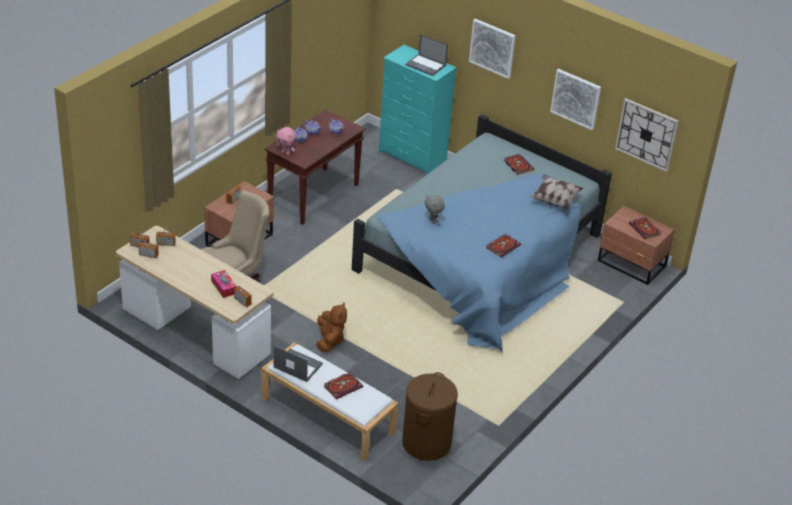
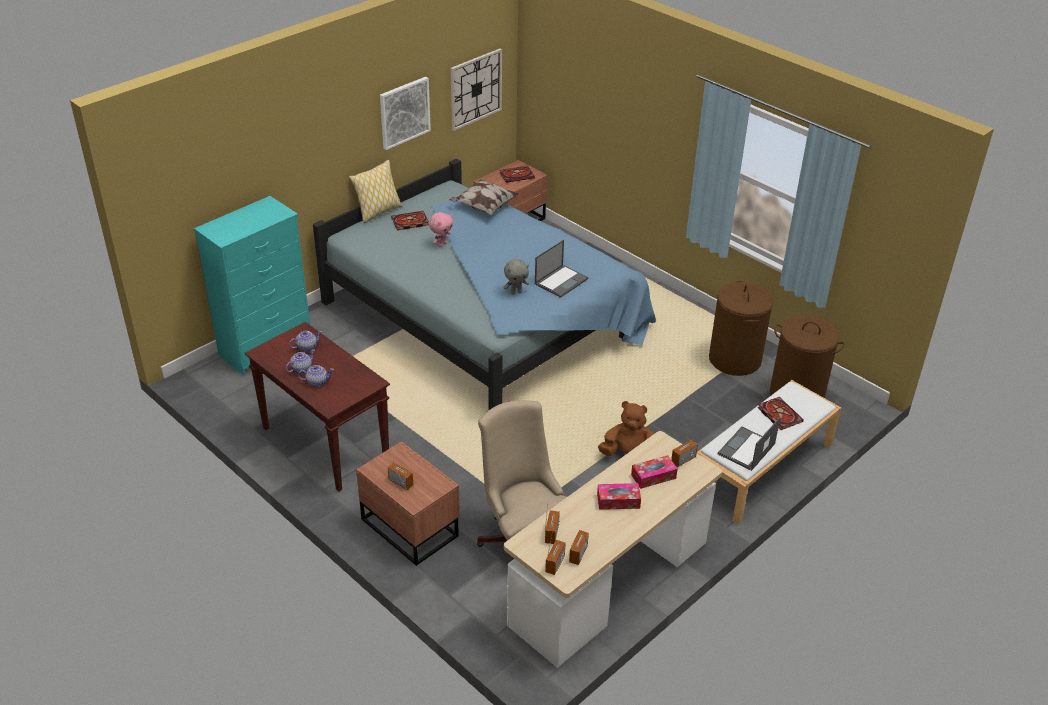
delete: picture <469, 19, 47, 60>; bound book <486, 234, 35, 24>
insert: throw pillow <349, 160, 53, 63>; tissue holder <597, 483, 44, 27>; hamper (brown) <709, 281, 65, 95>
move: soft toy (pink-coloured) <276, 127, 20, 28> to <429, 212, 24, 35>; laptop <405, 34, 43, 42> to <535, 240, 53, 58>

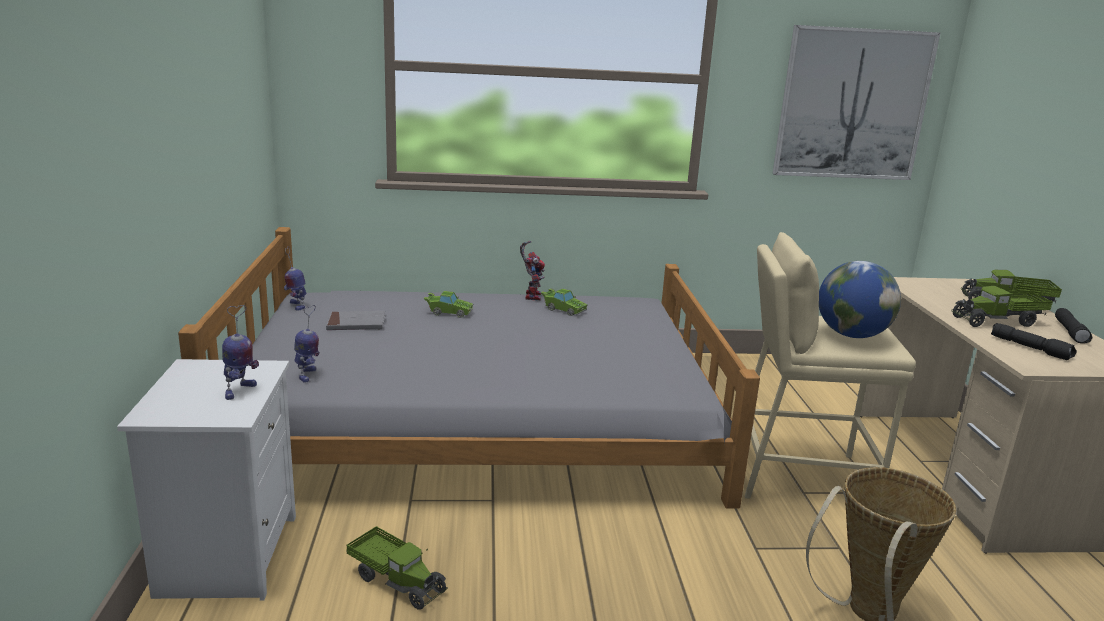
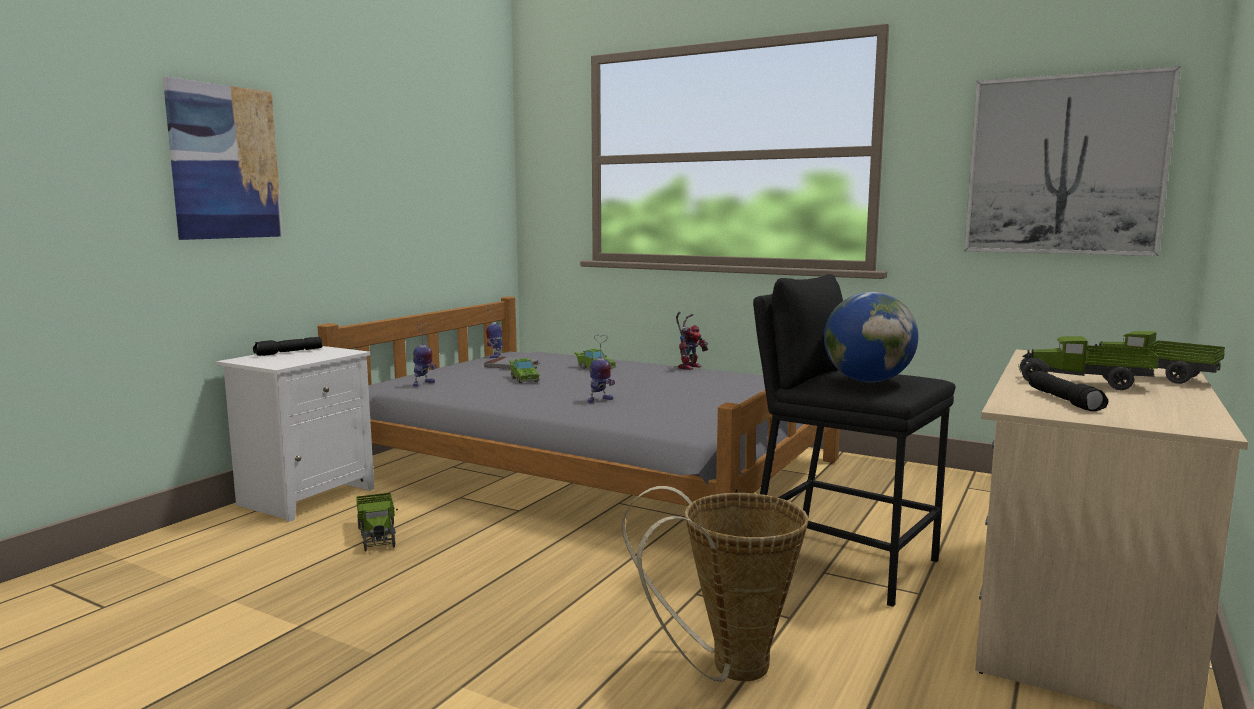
insert: picture <163, 77, 120, 163>
move: torch (black-coloured) <1055, 308, 37, 35> to <253, 337, 69, 19>; toy car (green-coloured) <541, 288, 47, 28> to <509, 358, 30, 25>; model robot <222, 305, 37, 95> to <587, 335, 28, 68>
recolor: sitting stool (beige-coloured) <745, 232, 171, 267> to sitting stool (black-coloured) <753, 274, 203, 333>

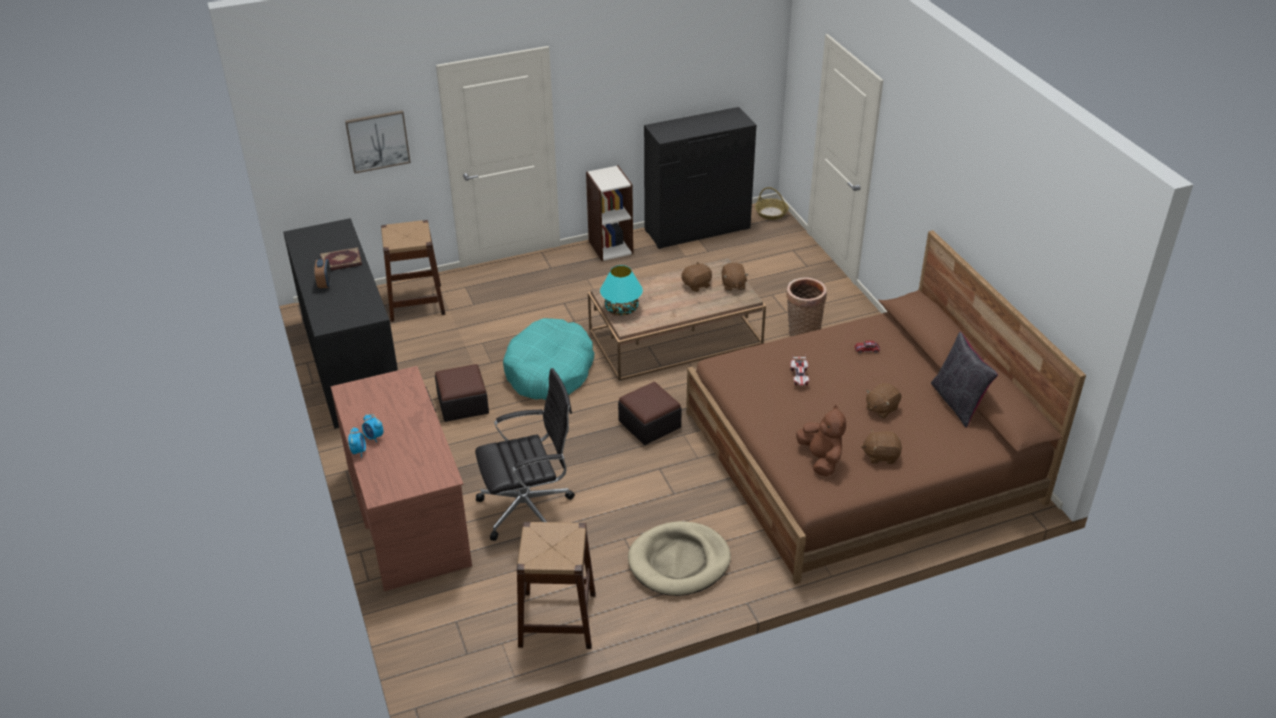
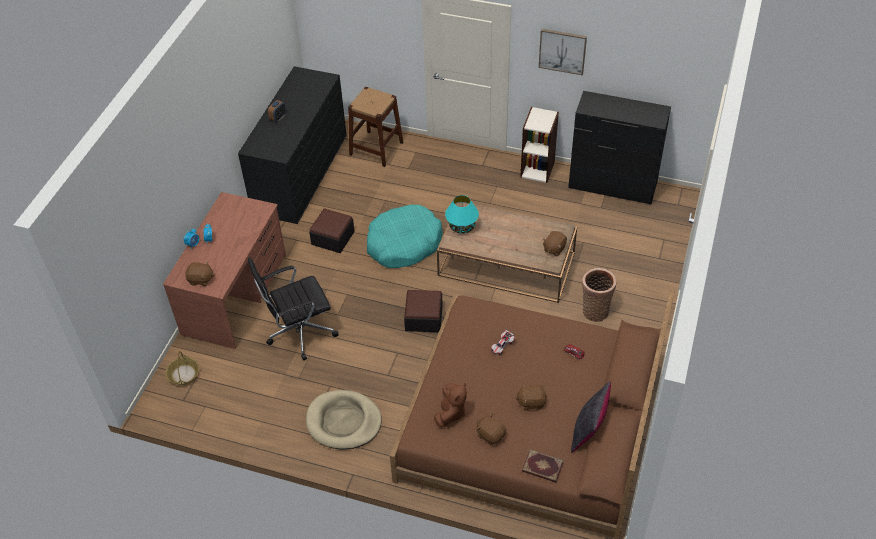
delete: sitting stool (brown) <517, 522, 79, 127>
move: household basket <755, 187, 34, 33> to <165, 351, 34, 34>; soft toy (brown) <681, 261, 31, 31> to <185, 262, 30, 24>; bound book <320, 247, 42, 23> to <522, 449, 42, 34>; picture <345, 110, 66, 64> to <539, 29, 48, 46>
rotate: computer chair (black-coloured) <475, 368, 100, 173> = <248, 257, 90, 103> 135 degrees clockwise

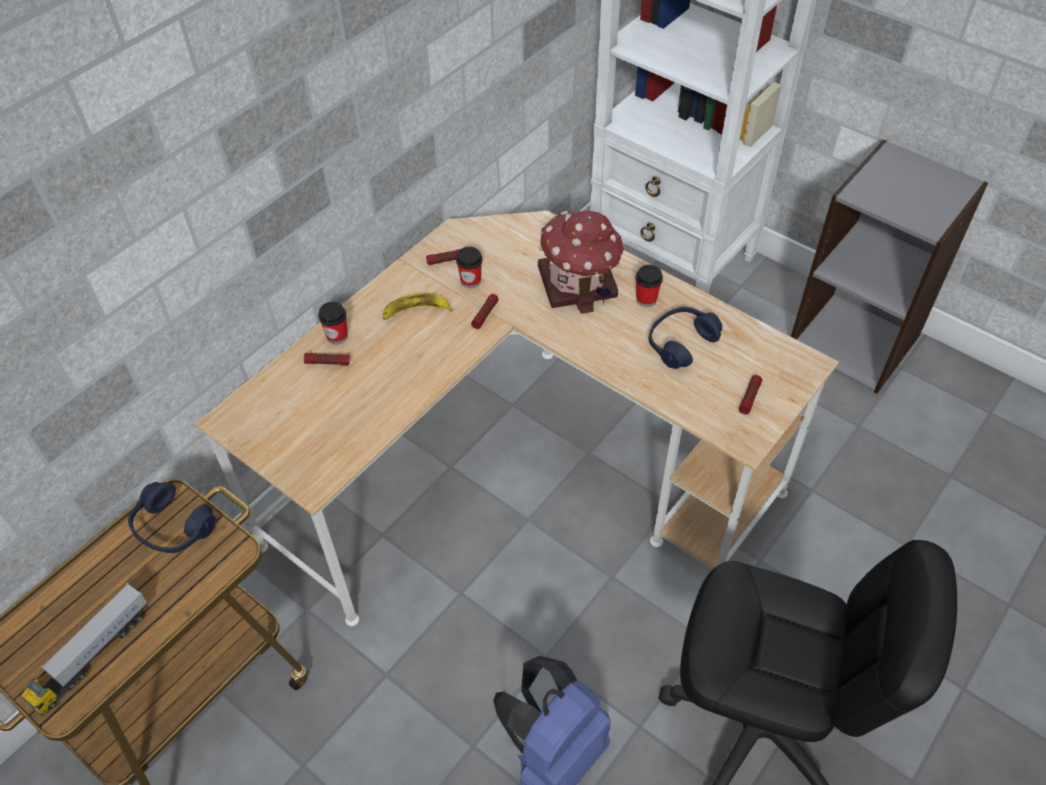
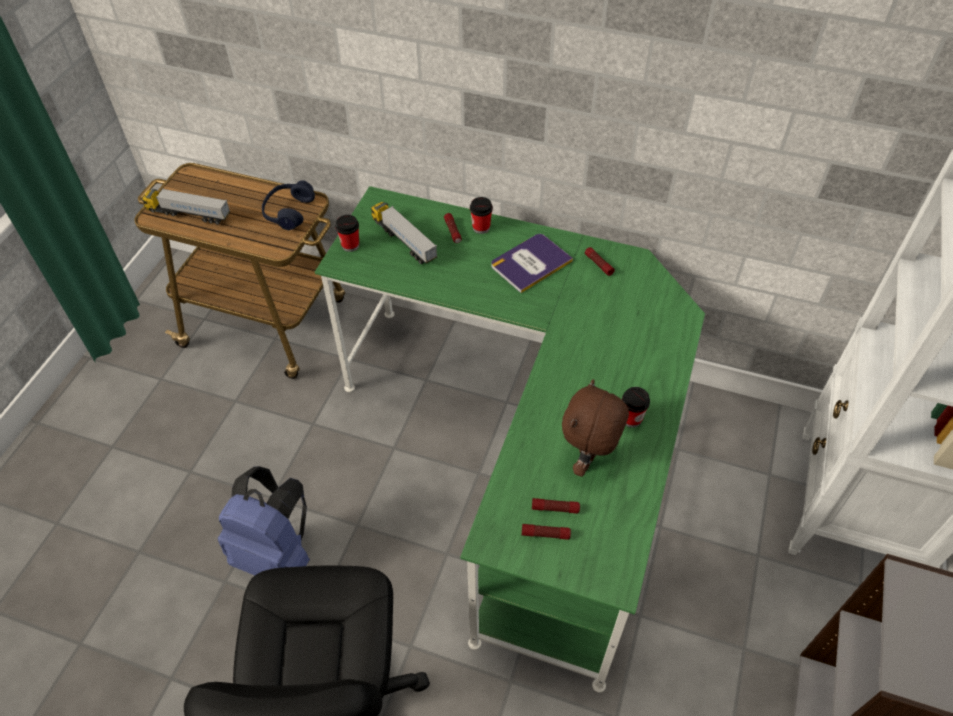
delete: toy house <538, 210, 86, 104>
insert: toy truck <371, 202, 66, 62>
move: small cup <456, 247, 26, 41> to <335, 215, 24, 37>; torch <471, 294, 28, 35> to <532, 498, 48, 16>
replace: banana fruit <383, 293, 70, 27> to bound book <491, 234, 82, 59>; headphones (bluish) <649, 307, 73, 62> to soft toy (brown) <562, 379, 67, 98>
recolor: desk table (beige-coloured) <195, 211, 644, 415> to desk table (green-coloured) <315, 186, 390, 507>

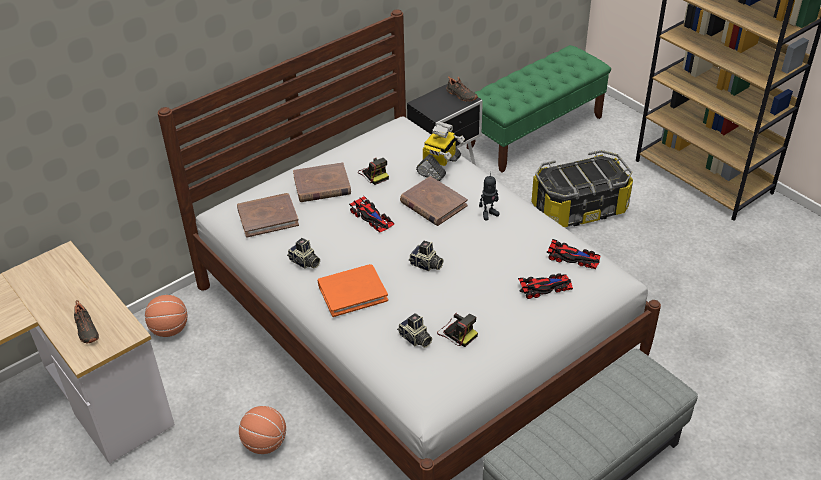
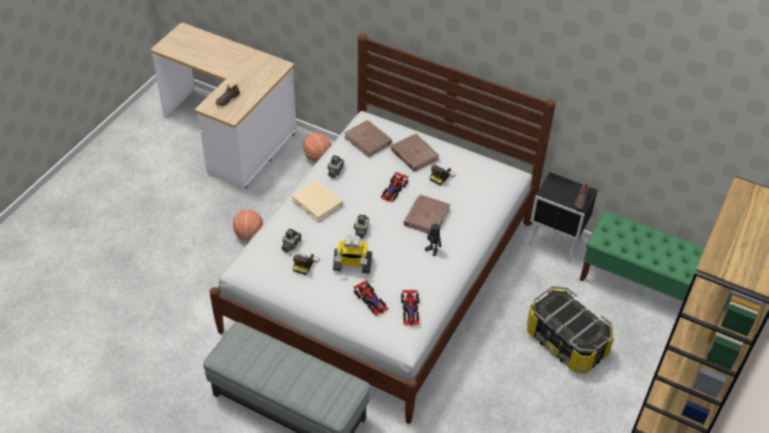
move: model robot <416, 122, 49, 59> to <333, 235, 39, 39>
recolor: bound book (orange) <318, 264, 70, 53> to bound book (beige-coloured) <292, 180, 51, 42>

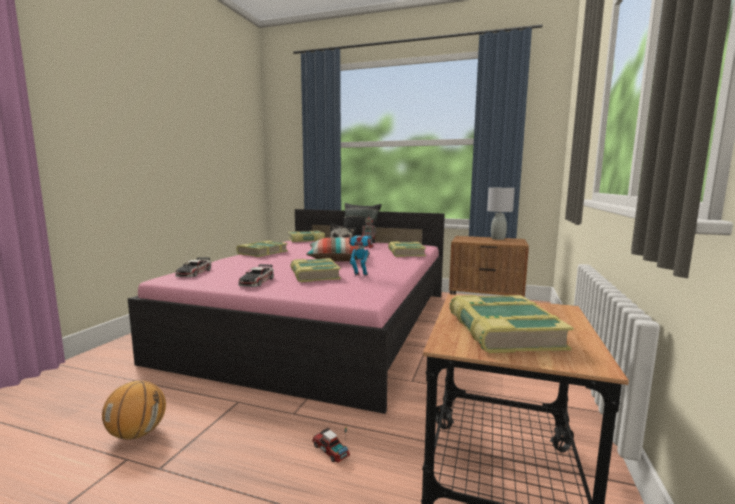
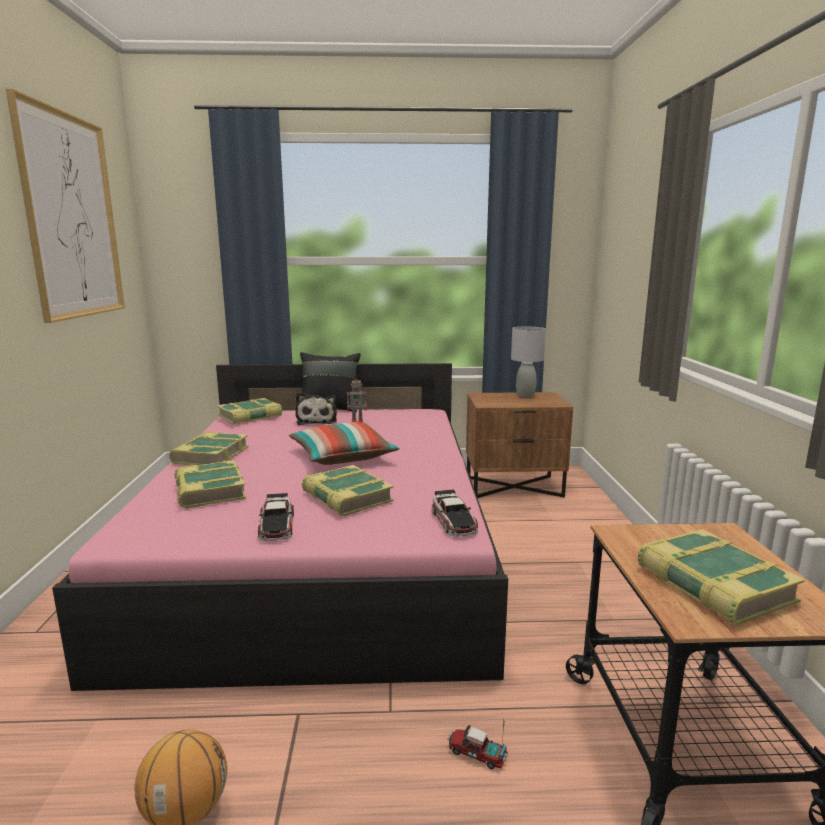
delete: model robot <349, 233, 23, 44>
insert: picture <6, 88, 119, 235>
move: bound book <388, 242, 38, 15> to <174, 460, 72, 49>; toy car <175, 257, 36, 20> to <432, 489, 46, 47>

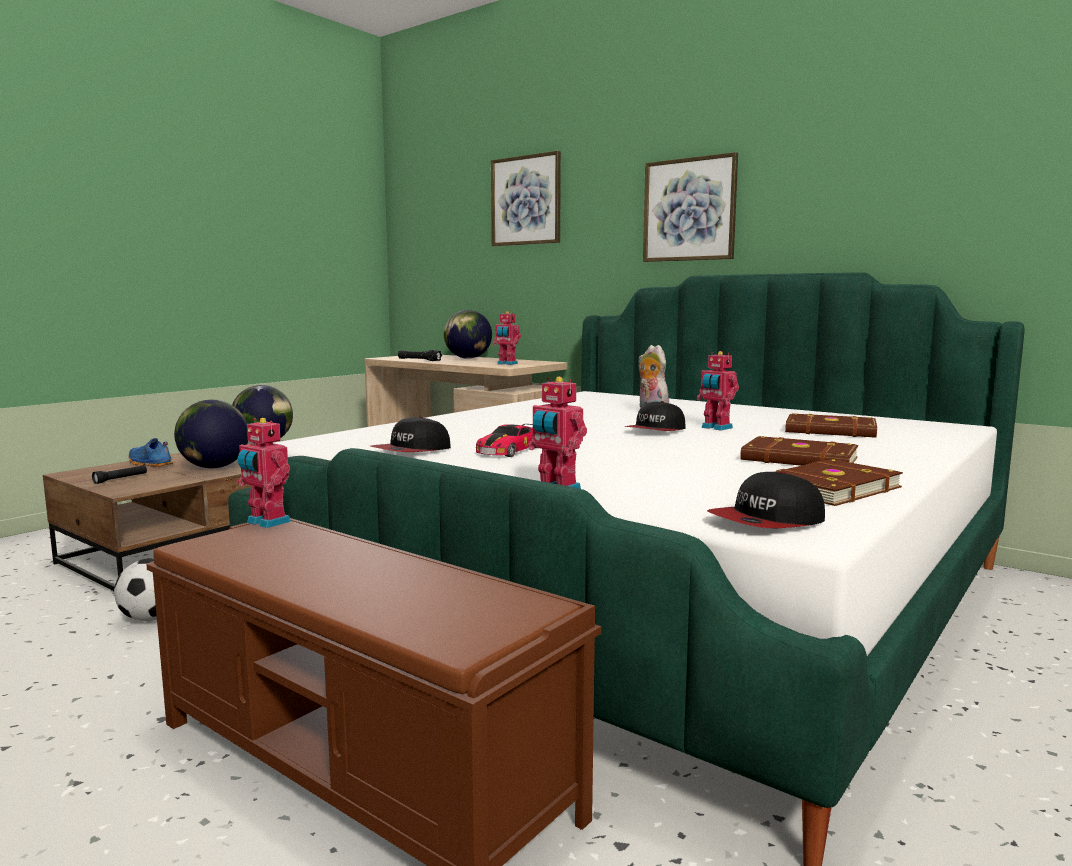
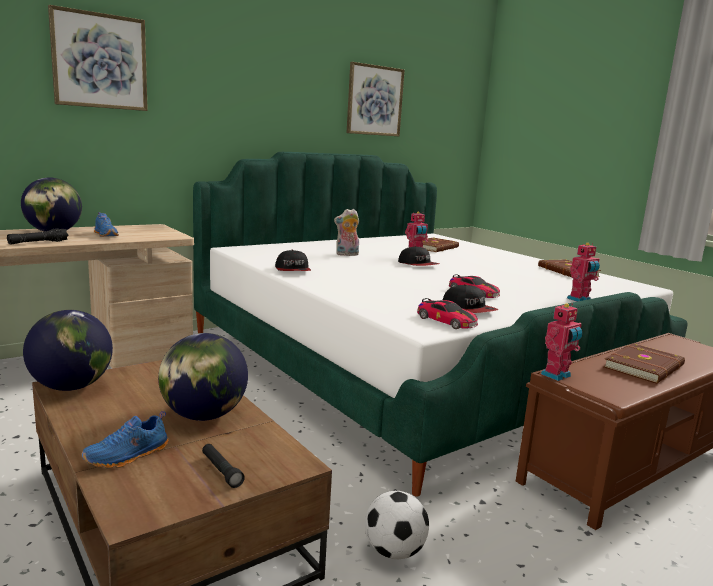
delete: model robot <493, 311, 28, 54>
insert: shoe (bluish) <94, 212, 25, 25>; toy car <417, 298, 61, 31>
move: cap <707, 472, 118, 56> to <275, 250, 36, 21>; picture <643, 152, 95, 110> to <347, 62, 58, 74>; bound book (brown) <740, 436, 118, 30> to <604, 343, 81, 41>

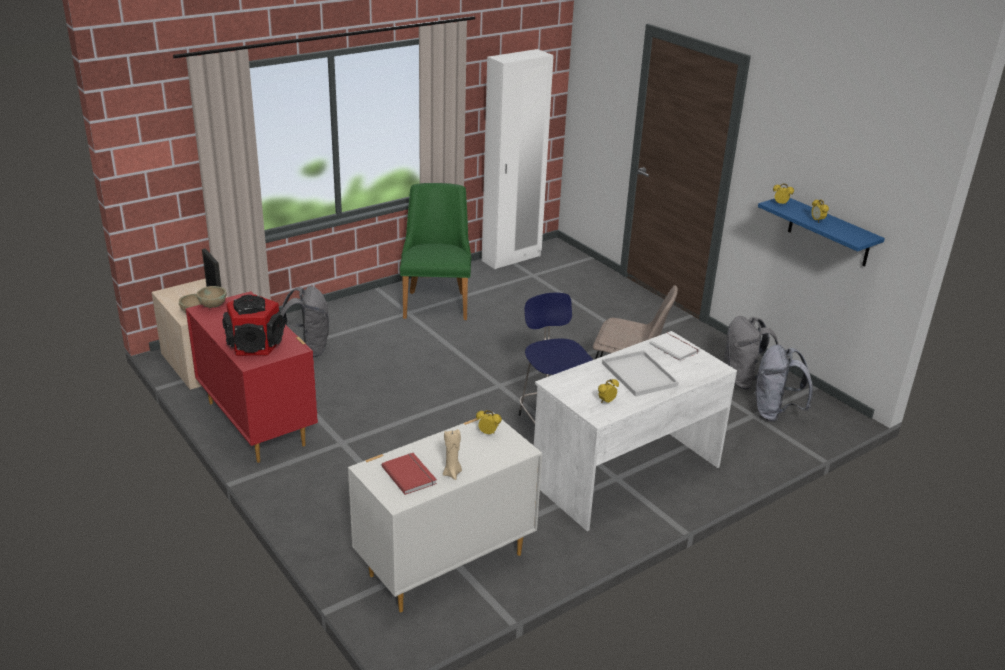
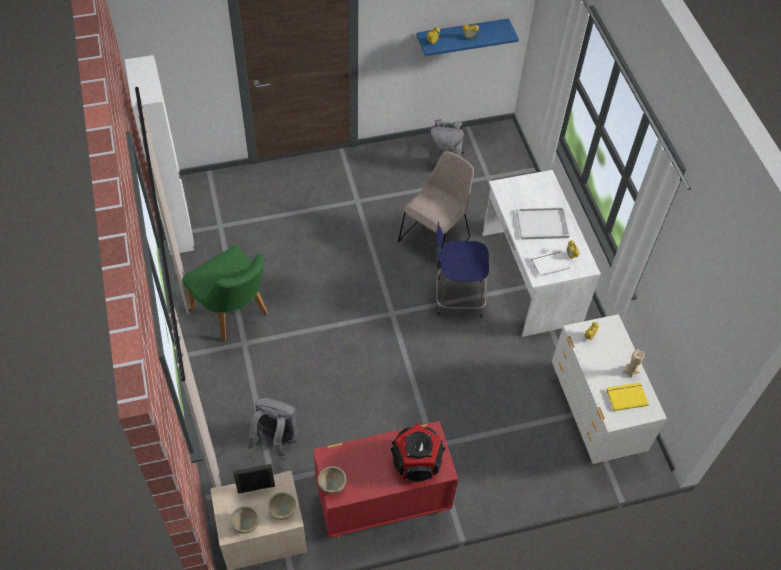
delete: knapsack (greyish) <754, 345, 59, 77>
insert: bowl (beige-coloured) <231, 506, 28, 27>
move: bound book (whitish) <649, 332, 51, 29> to <530, 249, 40, 28>
recolor: bound book (red-coloured) <382, 453, 55, 42> to bound book (yellow) <606, 382, 43, 29>
rotate: plain chair (green-coloured) <400, 183, 71, 137> = <182, 245, 86, 97> 150 degrees counterclockwise

